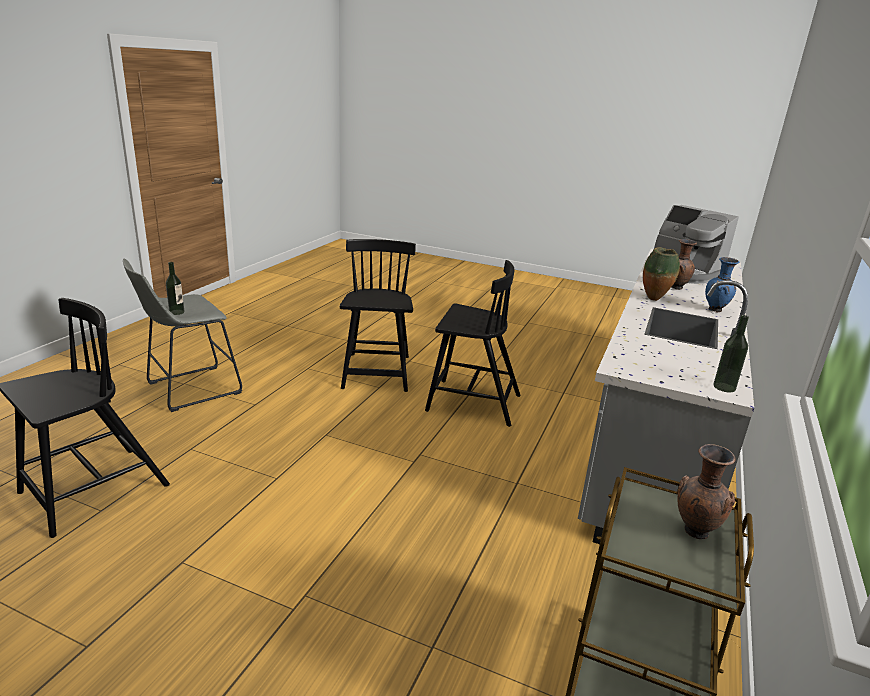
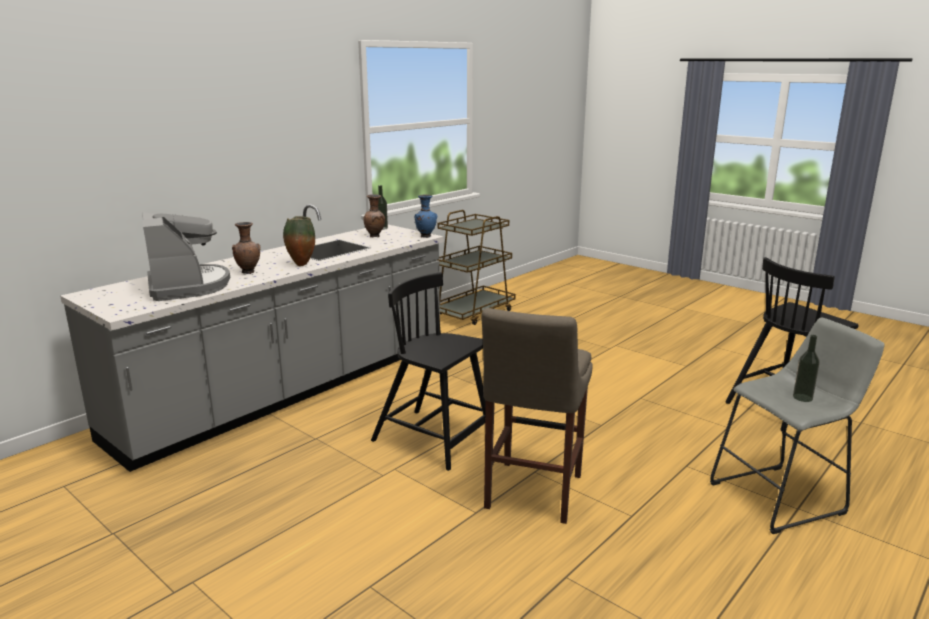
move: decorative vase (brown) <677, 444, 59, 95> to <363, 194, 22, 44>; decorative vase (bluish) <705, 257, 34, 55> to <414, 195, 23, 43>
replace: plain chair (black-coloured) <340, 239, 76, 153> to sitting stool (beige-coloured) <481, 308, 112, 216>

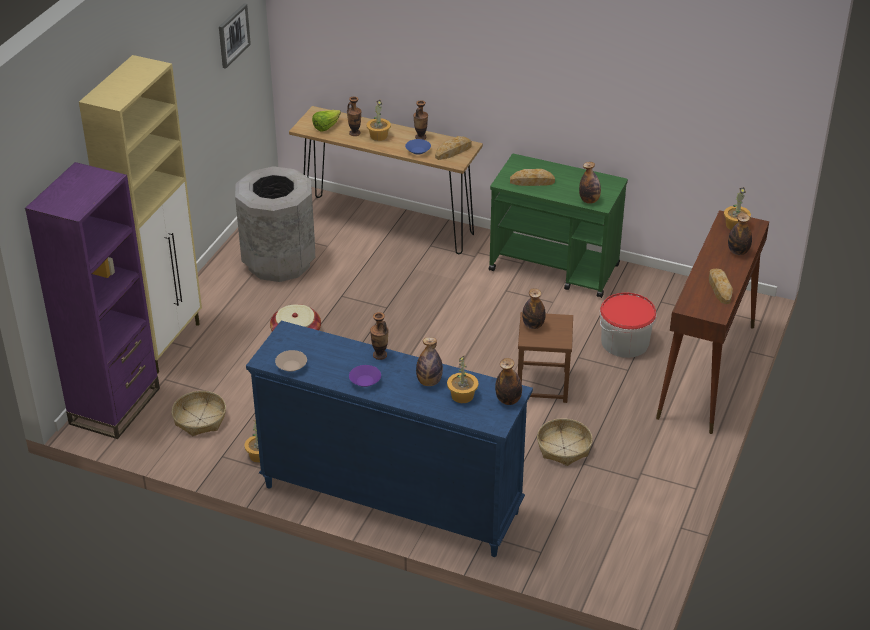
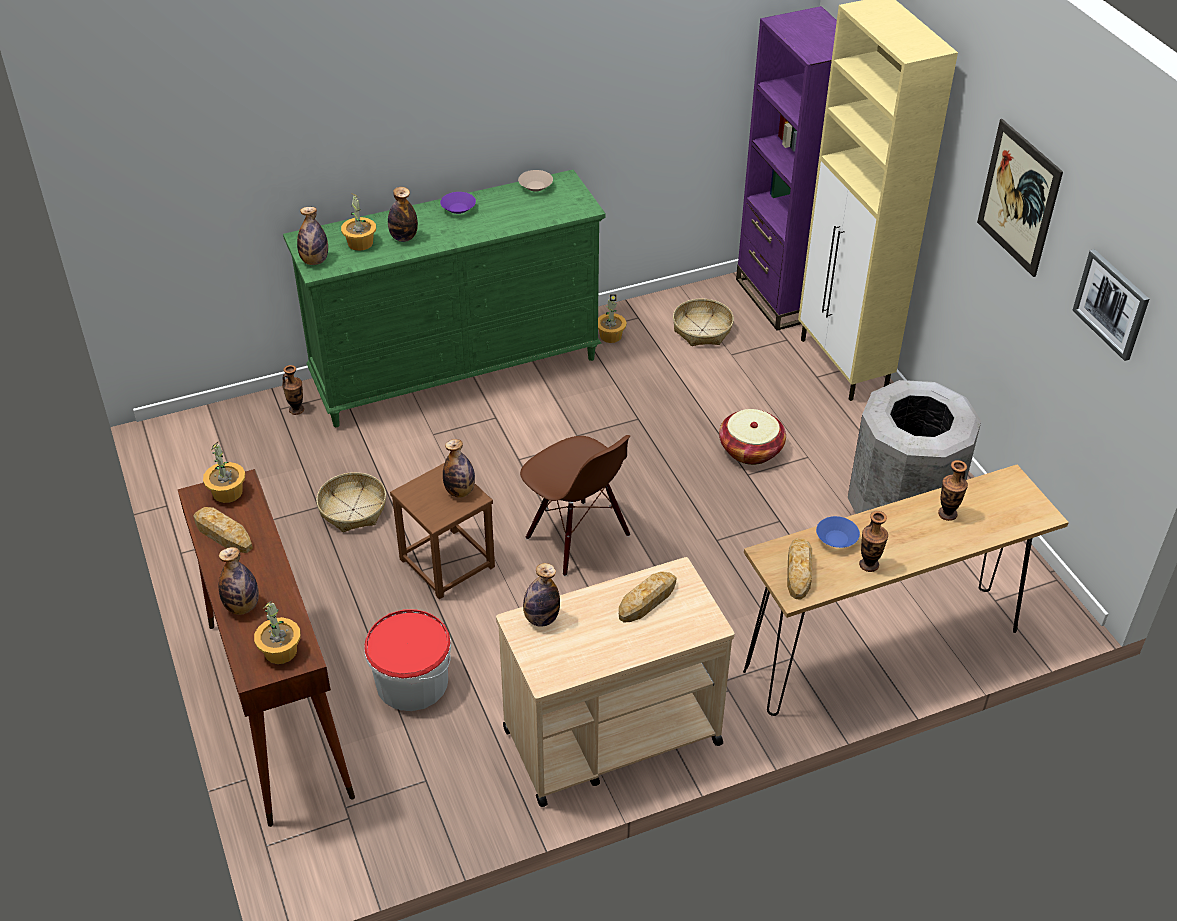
delete: head of lettuce <312, 110, 29, 21>
insert: plain chair (brown) <520, 435, 110, 141>; picture <977, 119, 86, 158>
move: plant in a pot <366, 100, 25, 41> to <203, 441, 42, 62>; decorative vase <370, 312, 19, 48> to <282, 365, 22, 50>
recolor: drawer chest (bluish) <246, 321, 287, 236> to drawer chest (green-coloured) <283, 170, 323, 257>; cart (green-coloured) <489, 154, 139, 144> to cart (beige-coloured) <496, 557, 239, 250>

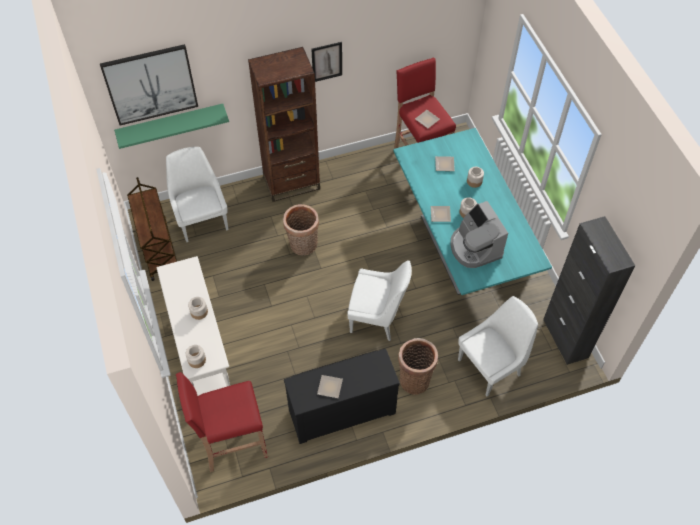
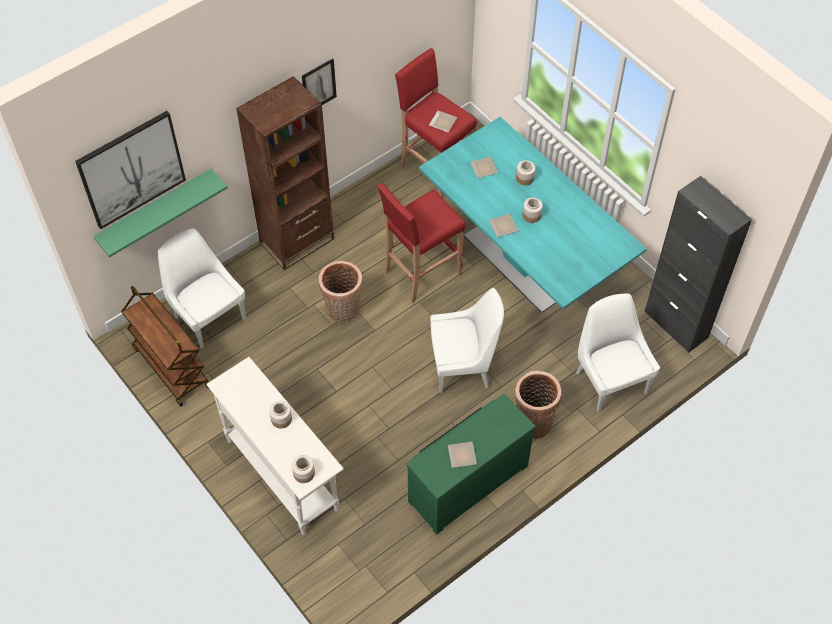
delete: coffee machine <450, 201, 58, 67>
move: sitting stool (red-coloured) <176, 372, 92, 100> to <377, 183, 89, 120>
recolor: drawer chest (black-coloured) <284, 349, 116, 95> to drawer chest (green-coloured) <407, 394, 129, 141>
rotate: plain chair (whitish) <458, 296, 80, 101> = <576, 293, 84, 119> 60 degrees counterclockwise

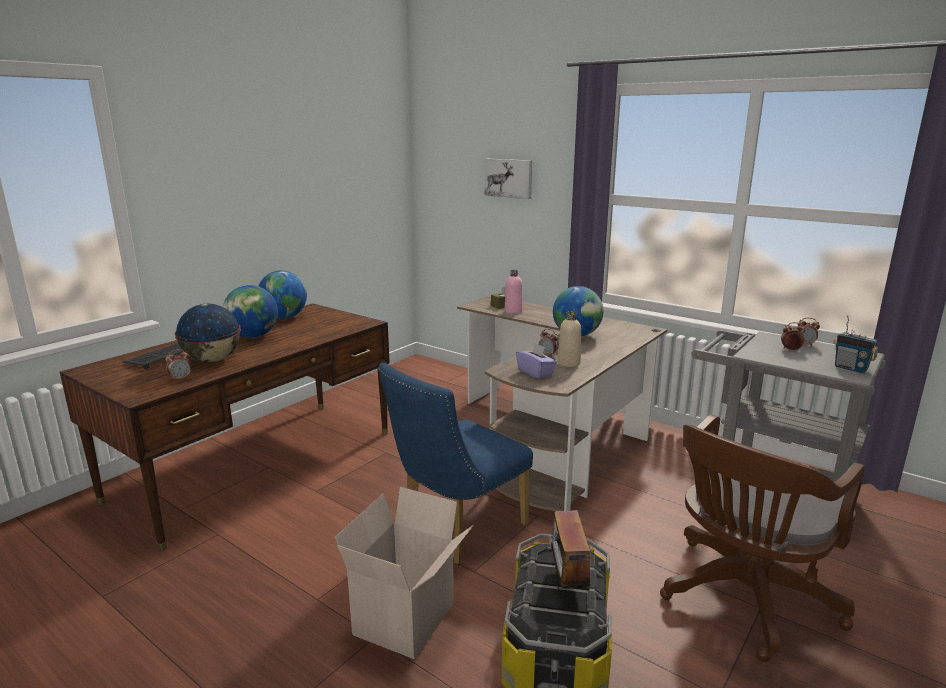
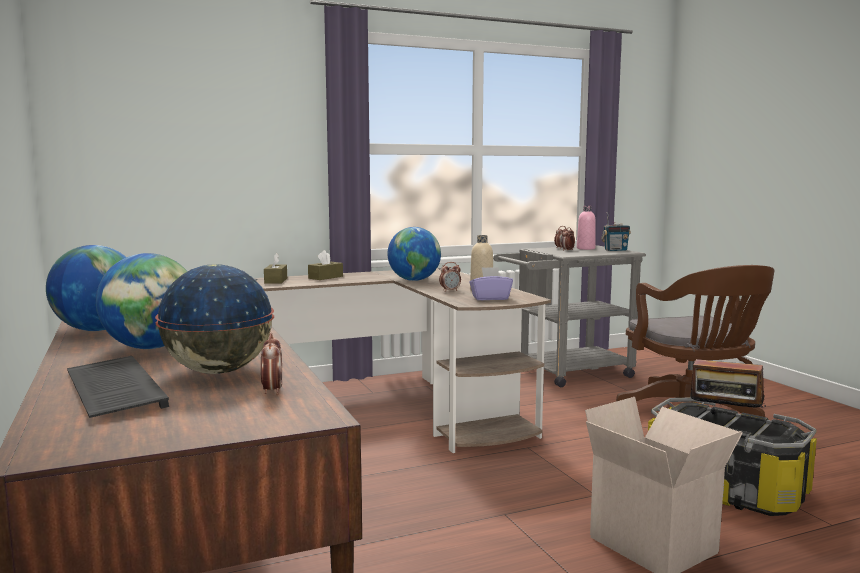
delete: plain chair (bluish) <378, 363, 155, 201>; picture <484, 159, 48, 40>
insert: tissue holder (brown) <308, 250, 35, 30>
move: beverage bottle (pink-coloured) <505, 270, 18, 44> to <577, 206, 19, 44>

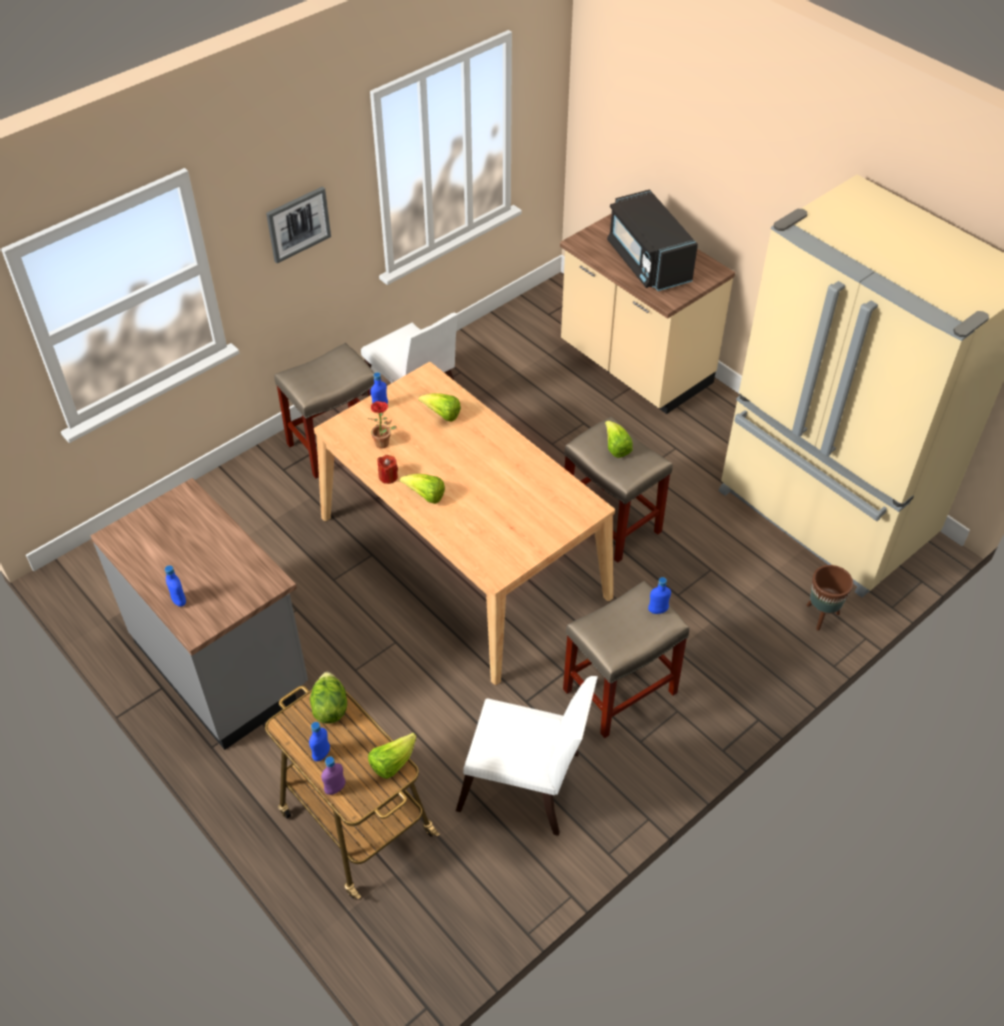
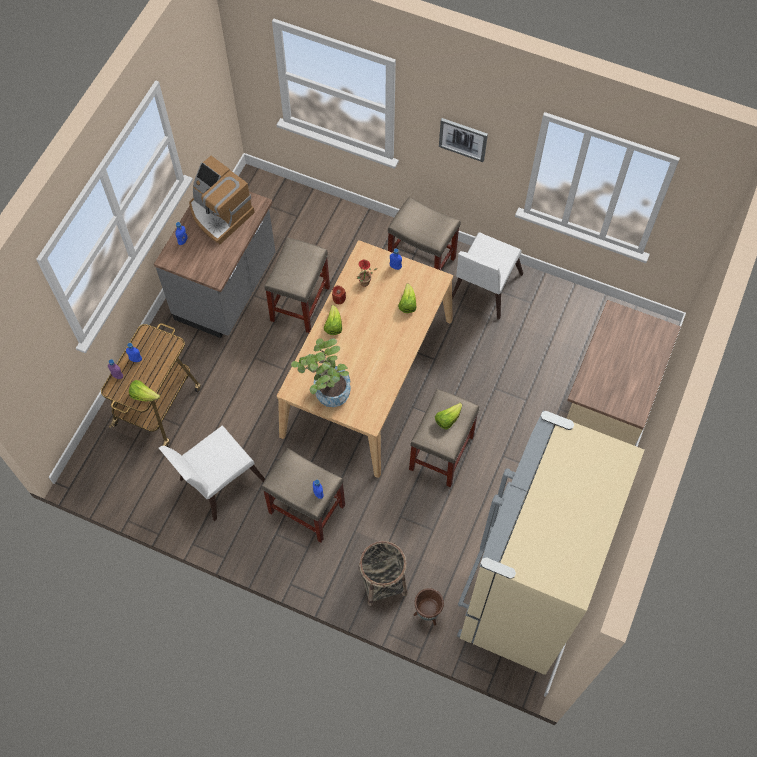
delete: head of lettuce <310, 672, 37, 52>; microwave (black-coloured) <607, 189, 91, 102>
insert: coffee machine <189, 156, 66, 88>; sitting stool (beige-coloured) <265, 237, 65, 96>; plant in a pot <291, 338, 60, 69>; household basket <358, 541, 50, 65>
rotate: plain chair (whitish) <456, 676, 142, 160> = <159, 425, 106, 96> 60 degrees clockwise

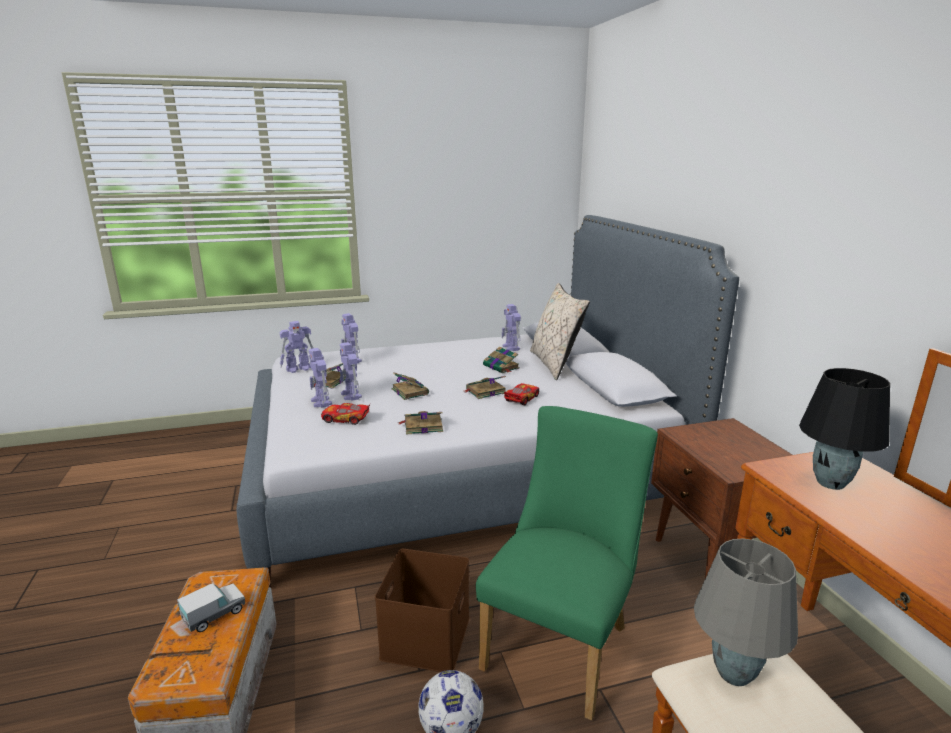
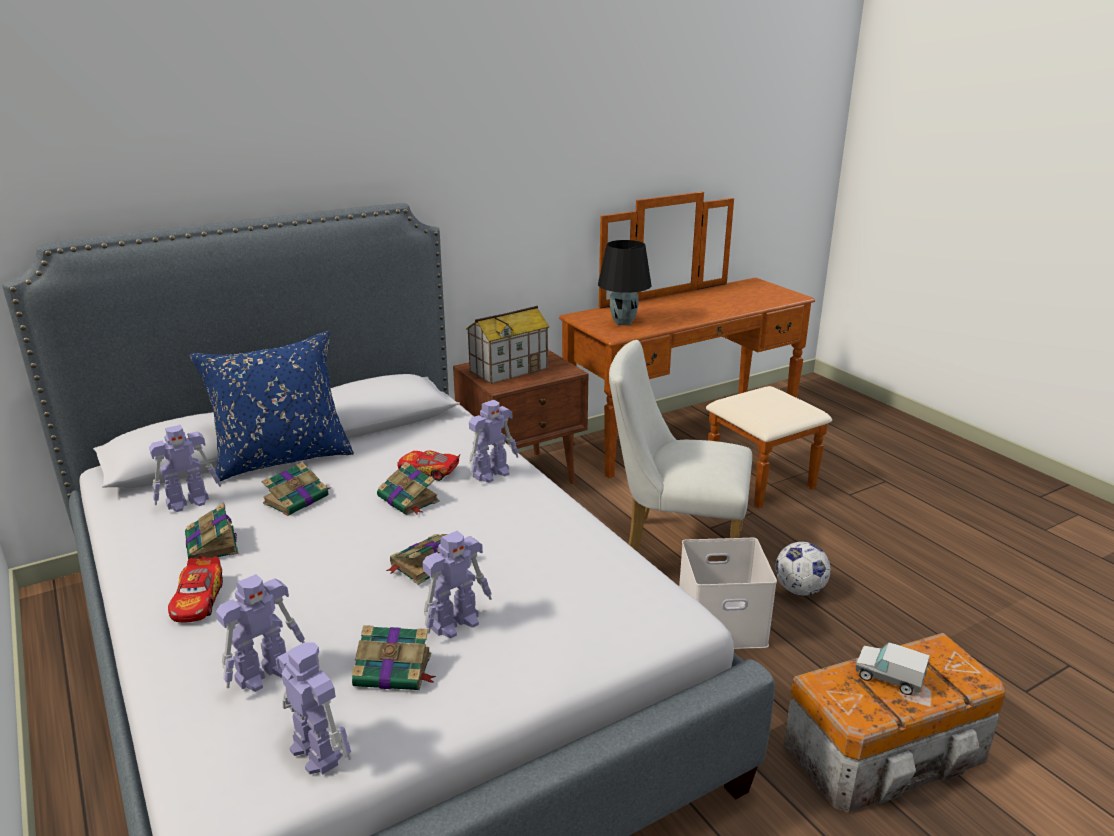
delete: table lamp (greyish) <694, 539, 104, 147>
insert: toy house <466, 306, 84, 78>
move: toy car <321, 403, 49, 22> to <168, 556, 55, 66>; bound book <398, 411, 45, 24> to <185, 503, 54, 56>; model robot <308, 348, 24, 60> to <469, 400, 49, 83>
recolor: throw pillow (beige-coloured) <530, 283, 60, 97> to throw pillow (bluish) <190, 331, 164, 150>; plain chair (green-coloured) <476, 406, 182, 314> to plain chair (whitish) <609, 340, 143, 211>; storage box (brown) <375, 549, 95, 123> to storage box (whitish) <679, 538, 98, 111>

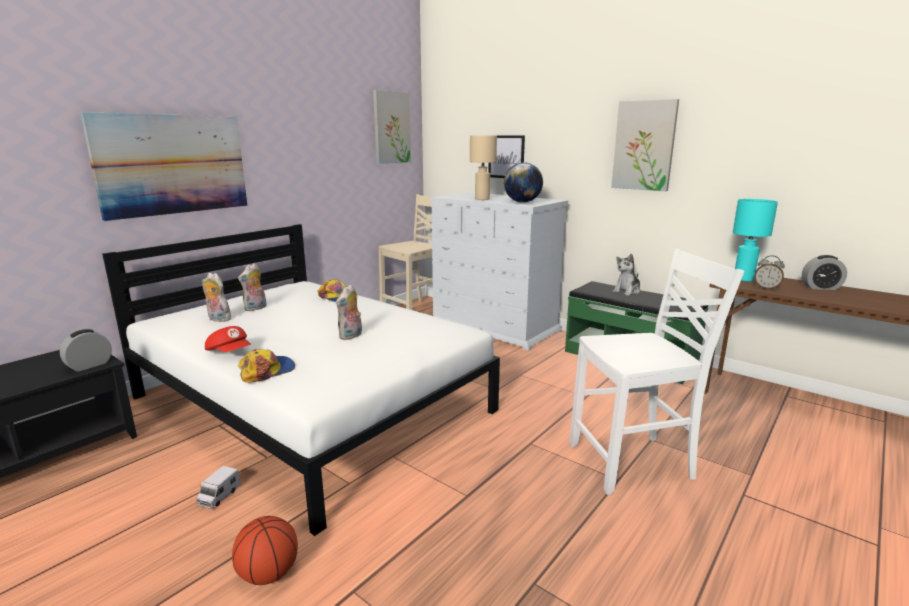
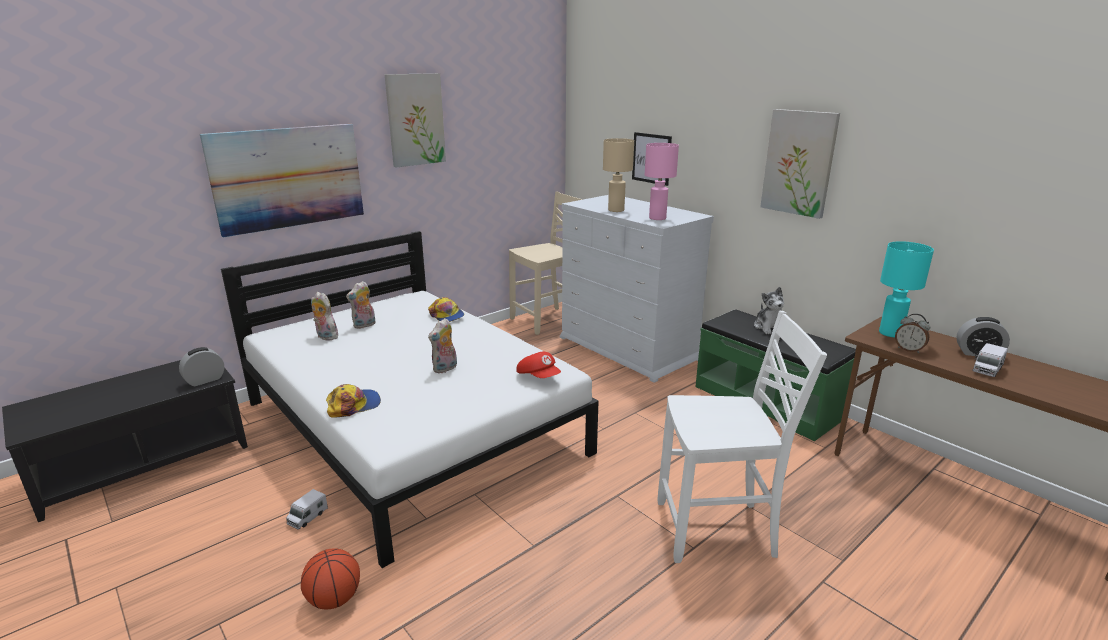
insert: toy truck <972, 343, 36, 34>
move: picture <373, 90, 38, 74> to <385, 73, 61, 94>; cap (red-coloured) <205, 326, 46, 26> to <516, 352, 45, 26>
replace: globe <504, 162, 39, 41> to table lamp (pink-coloured) <645, 143, 34, 77>
rotate: soft toy <612, 254, 29, 42> = <754, 287, 30, 47> 60 degrees counterclockwise

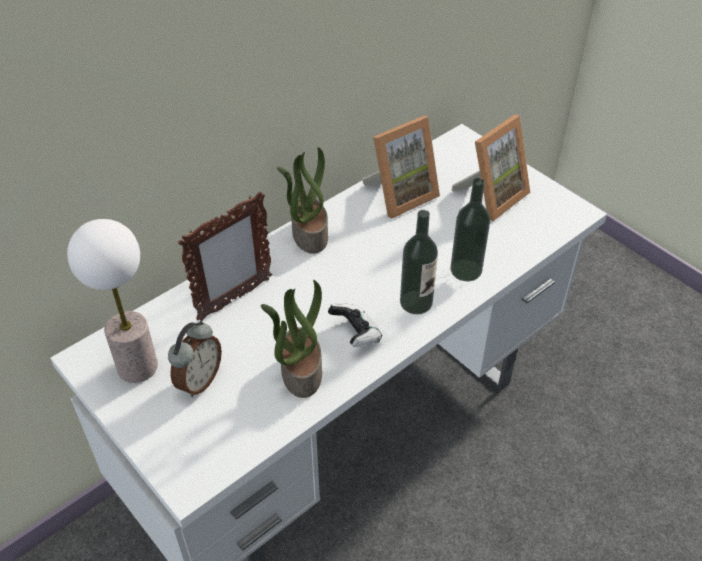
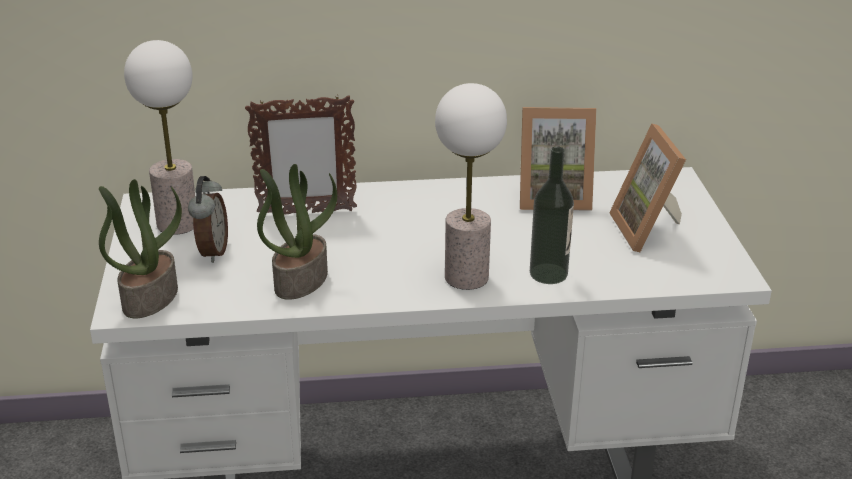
delete: game controller <328, 303, 54, 44>
move: plant in a pot <277, 147, 51, 107> to <99, 179, 83, 139>
replace: beverage bottle <400, 210, 38, 104> to table lamp <435, 83, 72, 207>
rotate: table clock <168, 321, 54, 76> = <188, 176, 40, 87> 60 degrees counterclockwise; standing frame <452, 115, 78, 106> = <609, 123, 77, 129> 90 degrees clockwise

